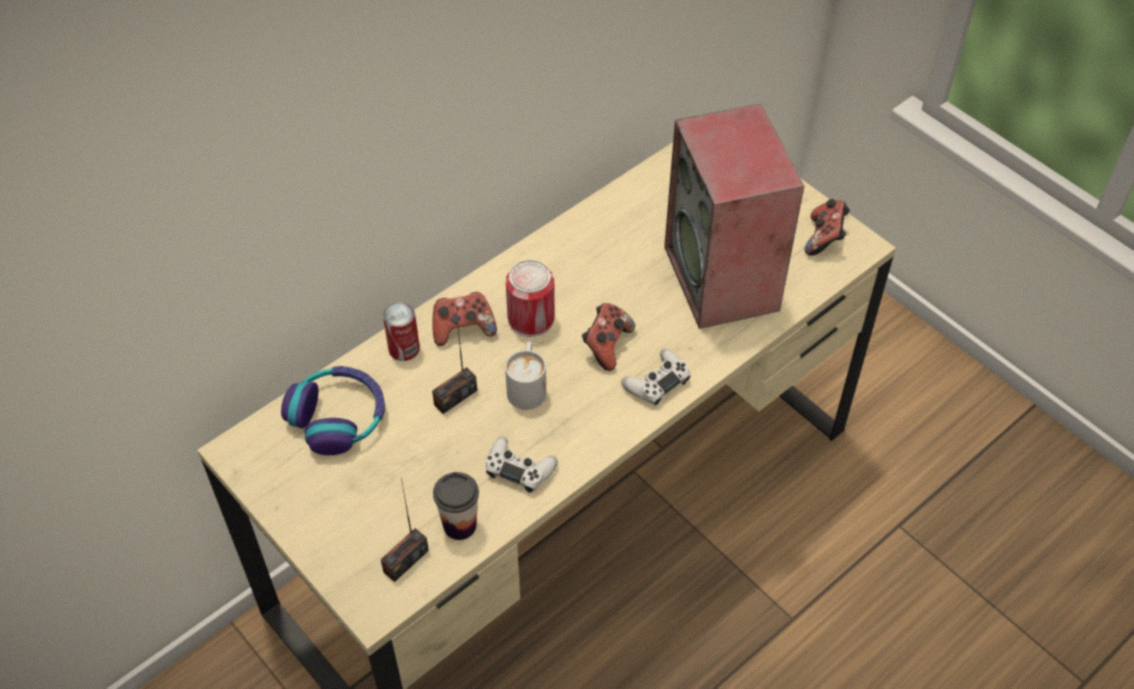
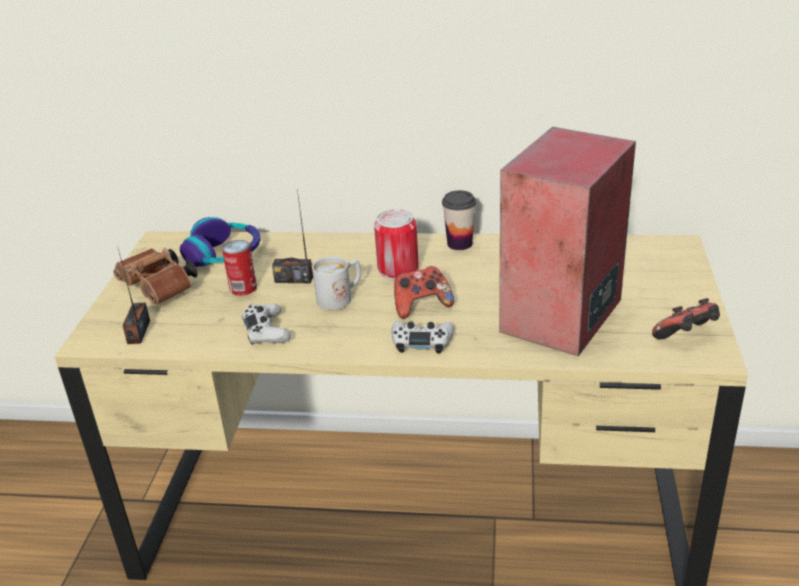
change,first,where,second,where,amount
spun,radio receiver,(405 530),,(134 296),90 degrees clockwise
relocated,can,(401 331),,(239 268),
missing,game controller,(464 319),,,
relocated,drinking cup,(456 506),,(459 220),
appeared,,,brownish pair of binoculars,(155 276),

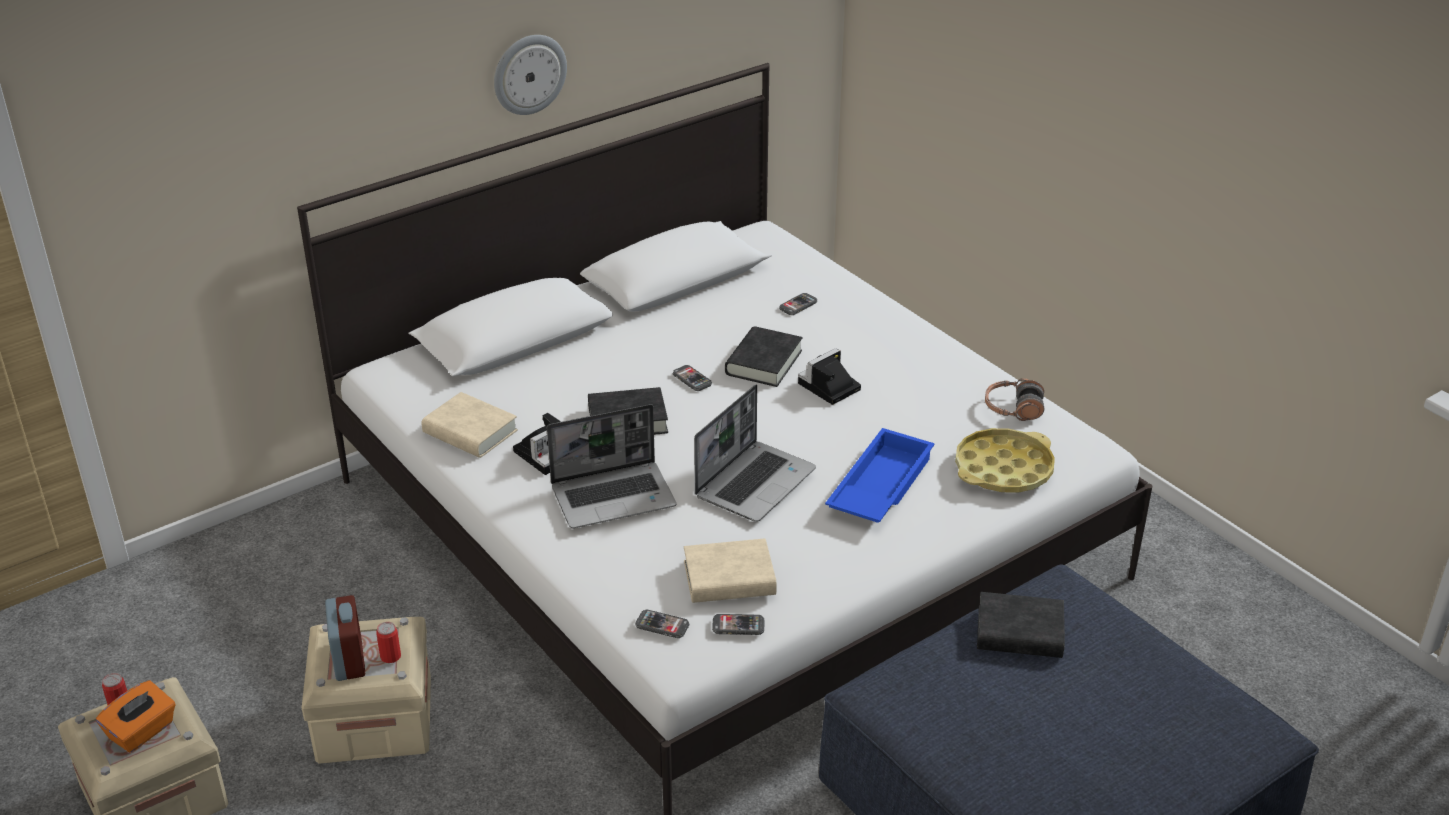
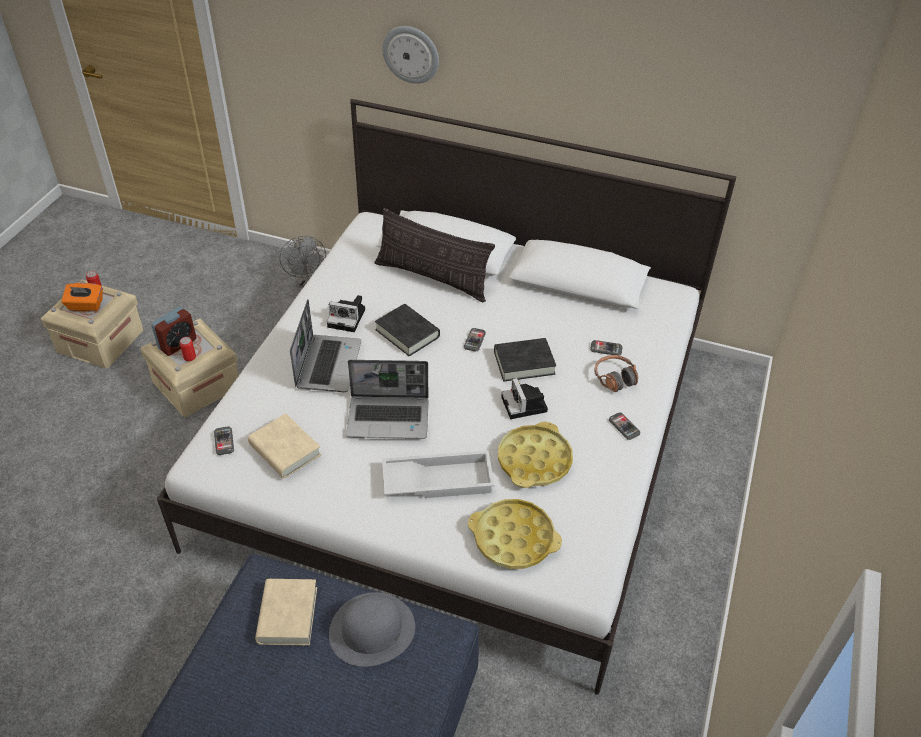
change,first,where,second,where,amount
relocated,beige volume,(469 425),,(286 612),
relocated,clock on the wall,(530 75),,(410 55),
spun,notebook computer,(612 466),,(326 345),120 degrees counterclockwise
relocated,telephone,(738 624),,(624 426),
spun,photo camera,(829 377),,(524 398),120 degrees counterclockwise
colour,blue serving tray,(880 475),whitish serving tray,(438 474),
exchanged,black-coloured volume,(1021 625),gray hat,(372 629),
relocated,headset,(1014 399),,(616 373),
appeared,,,gray fan,(302 262),
appeared,,,throw pillow,(435 255),
appeared,,,yellowish serving tray,(535 455),

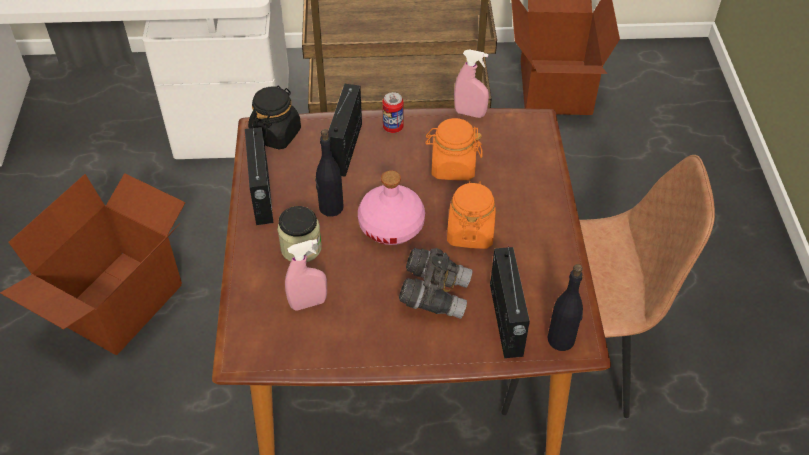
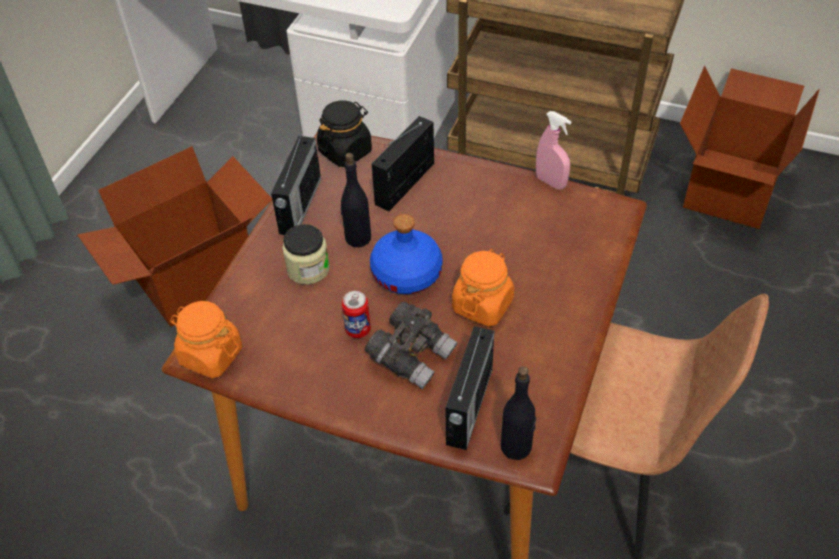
change,first,where,second,where,amount
missing,pinkish sprayer,(306 275),,,
colour,pinkish drink bottle,(391 207),blue drink bottle,(406 254),
relocated,can,(393 112),,(356 314),
relocated,orange jar,(453 149),,(206 339),

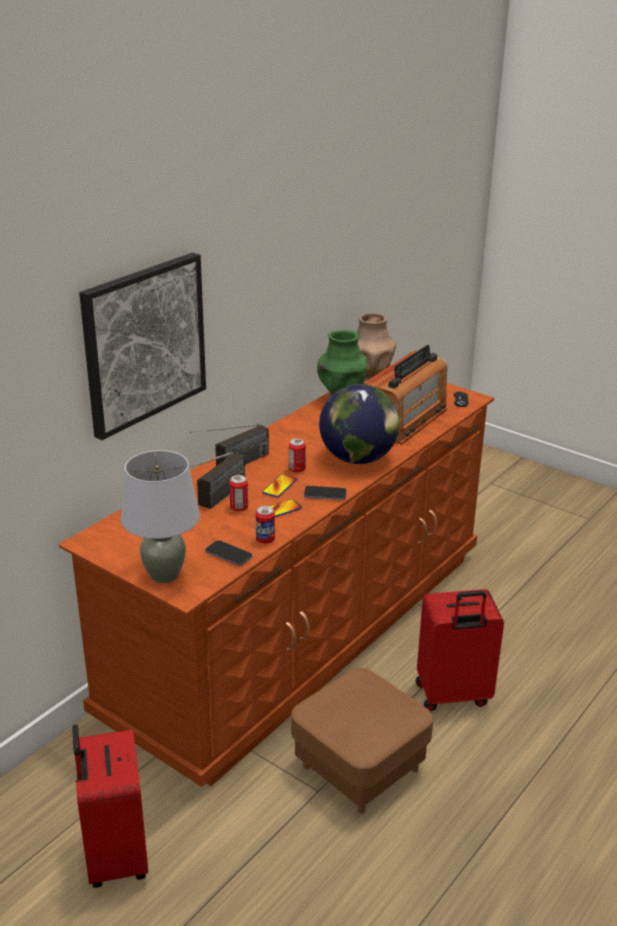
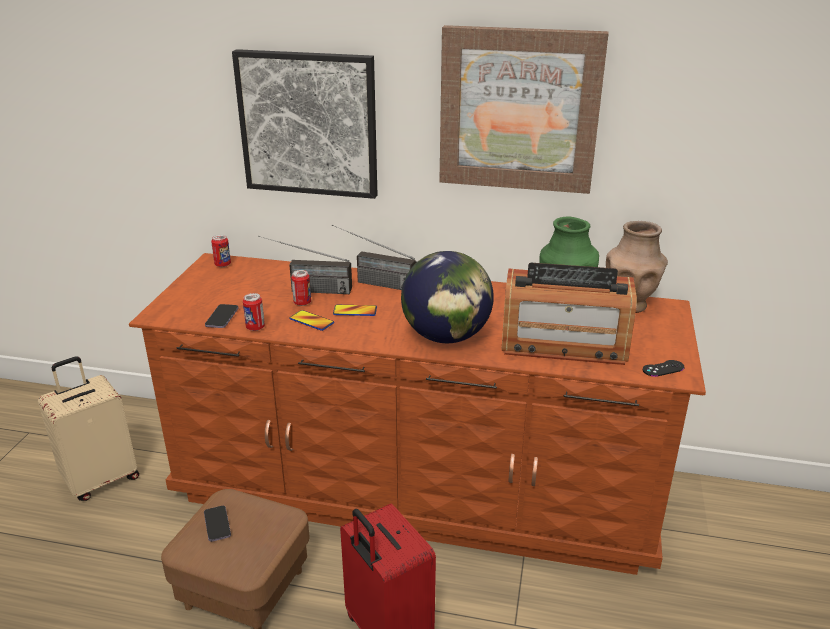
change,first,where,second,where,amount
colour,red-coloured piece of luggage,(110 806),beige piece of luggage,(88 428),
missing,gray table lamp,(160 516),,,
relocated,can,(297 455),,(221 250),
relocated,telephone,(325 493),,(217 524),
appeared,,,picture,(524 109),

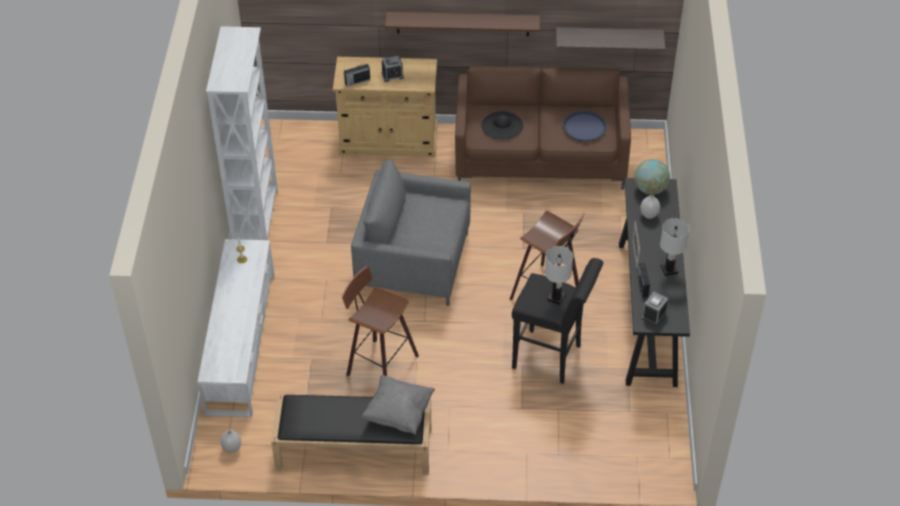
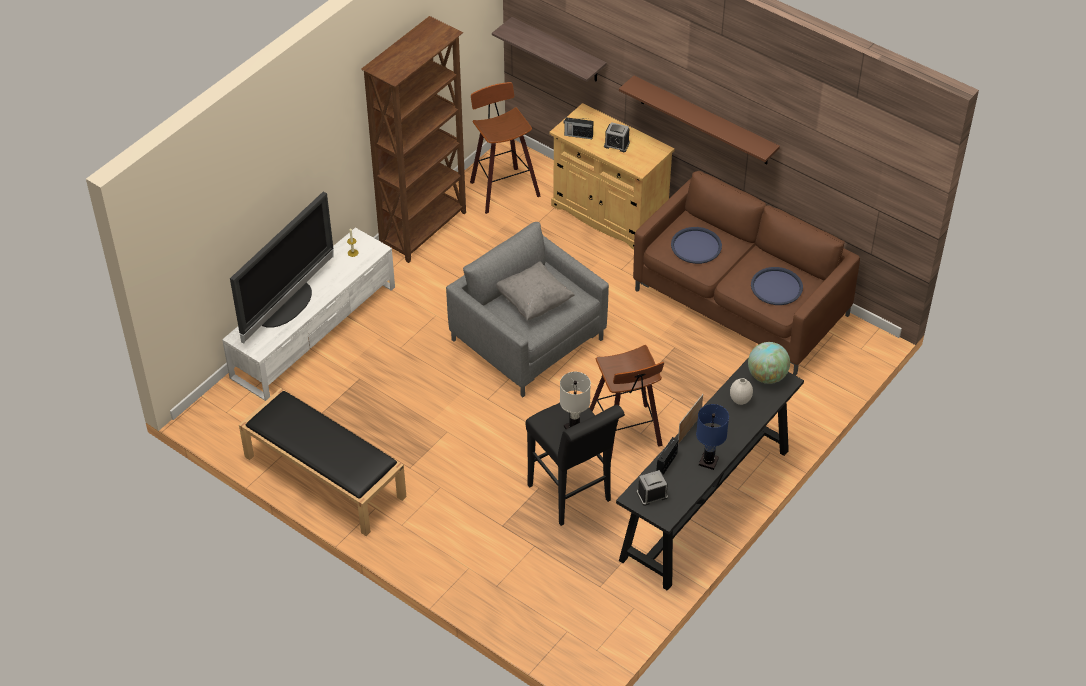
change,first,where,second,where,amount
colour,whitish bookshelf,(242 133),brownish bookshelf,(413 139),
missing,whitish decorative vase,(230 441),,,
relocated,stool seat,(380 321),,(505 148),
relocated,gray throw pillow,(398 405),,(535 291),
exchanged,black-coloured hat,(502 125),blue serving tray,(696 245),
relocated,wall shelf,(610 39),,(549 49),
colour,whitish table lamp,(675 247),blue table lamp,(712 437),
appeared,,,TV,(282 268),

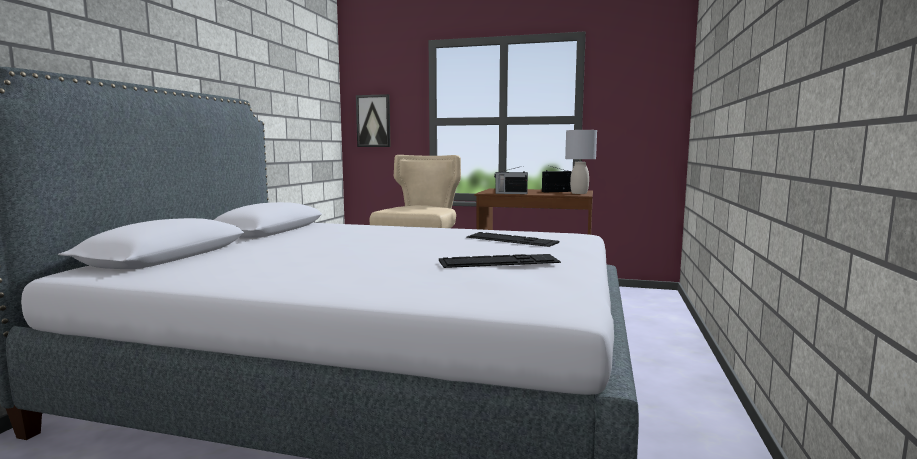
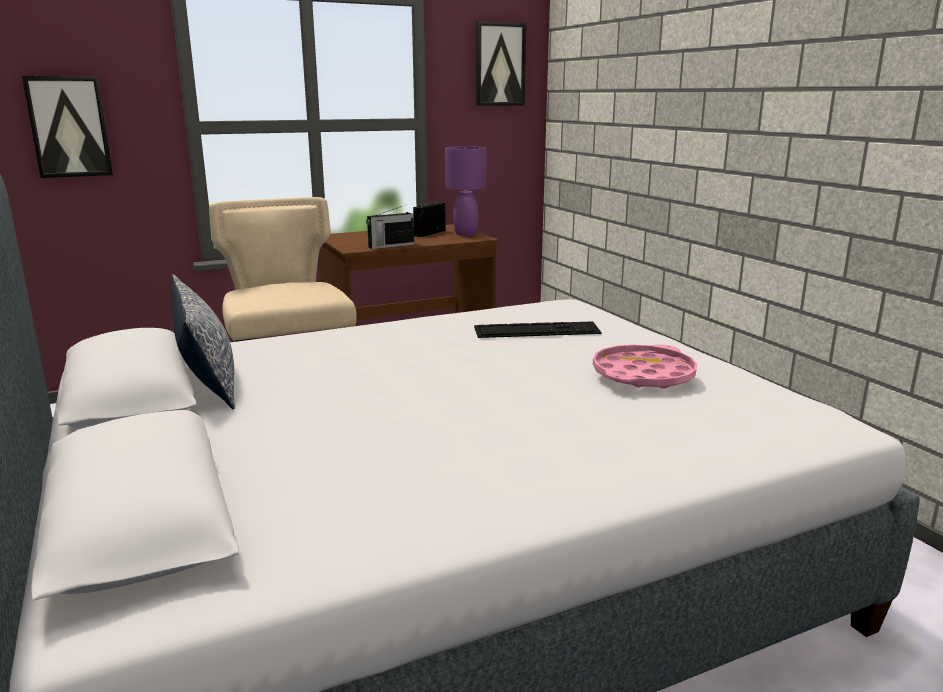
change,first,where,second,where,amount
exchanged,PC keyboard,(500 261),pinkish serving tray,(645 366),
colour,gray table lamp,(581 162),purplish table lamp,(465 191),
appeared,,,throw pillow,(203 341),
appeared,,,picture,(501 63),

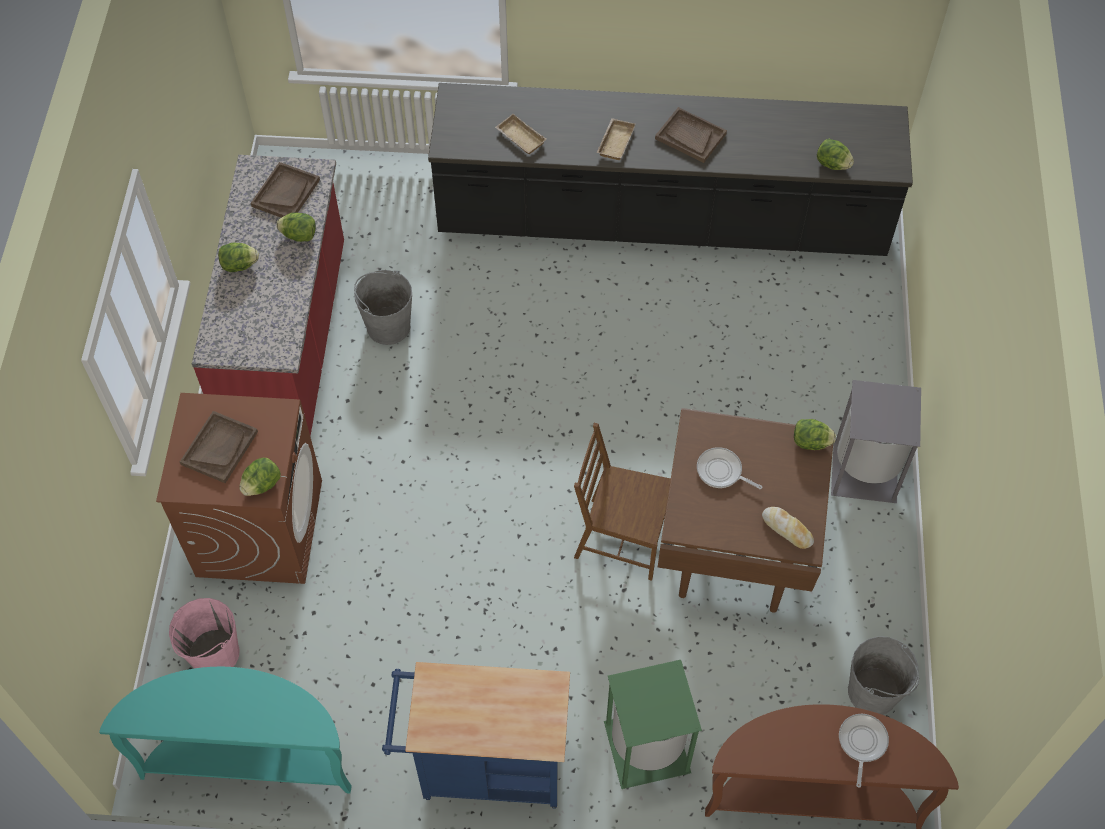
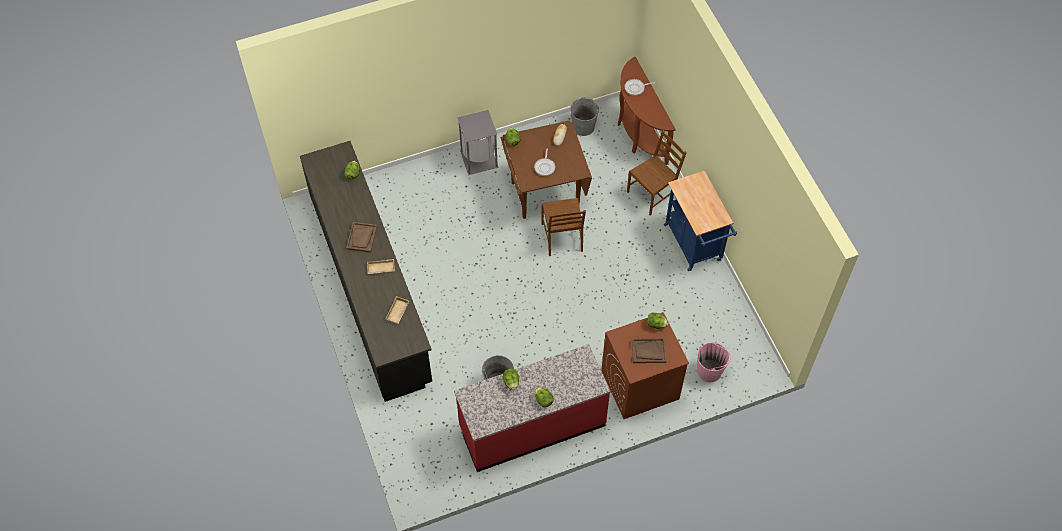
change,first,where,second,where,amount
missing,blue-green narrow table,(225 730),,,
missing,brownish serving tray,(285 190),,,
exchanged,green-coloured rubbish bin,(653 724),brownish upright chair,(657 173),

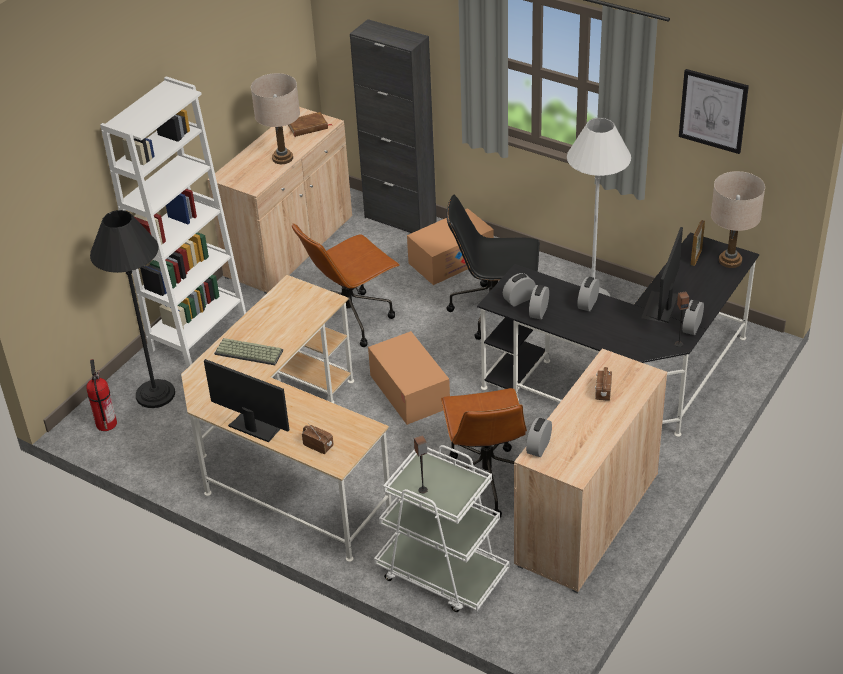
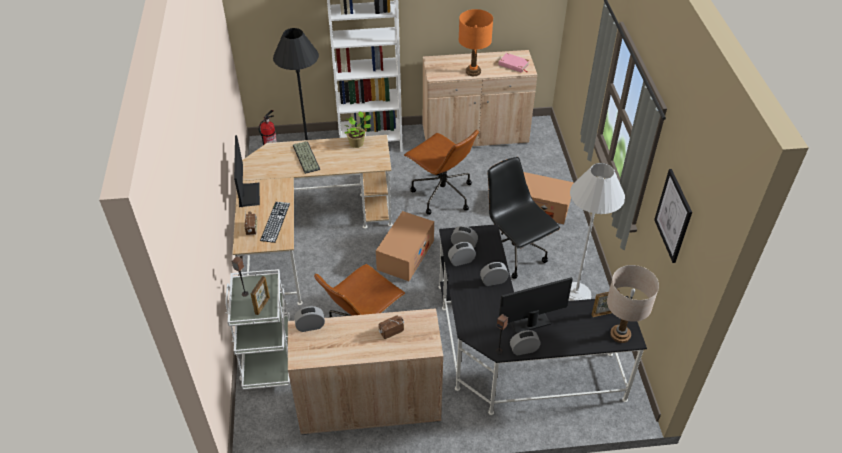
change,first,where,second,where,amount
colour,beige table lamp,(275 118),orange table lamp,(475 42),
colour,brownish volume,(310 124),pinkish volume,(514 63),
spun,brownish computer chair,(346 285),,(441 172),150 degrees counterclockwise
missing,black-coloured cupboard,(393 126),,,
appeared,,,photo frame,(260 295),
appeared,,,PC keyboard,(275 222),
appeared,,,plant in a pot,(357 129),

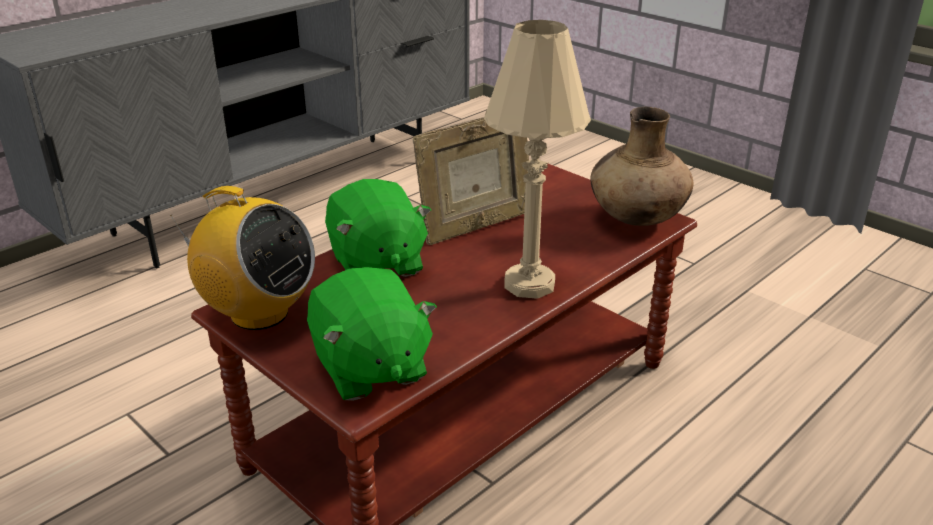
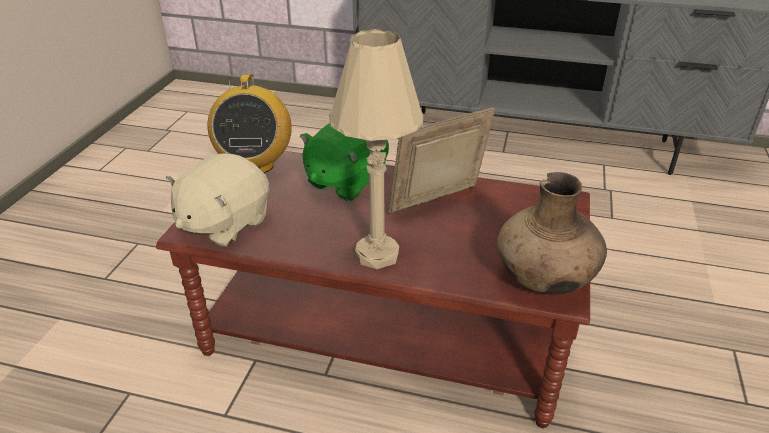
change,first,where,second,where,amount
colour,green-coloured soft toy,(372 334),beige soft toy,(217 200),
spun,photo frame,(471 181),,(441 160),120 degrees clockwise

